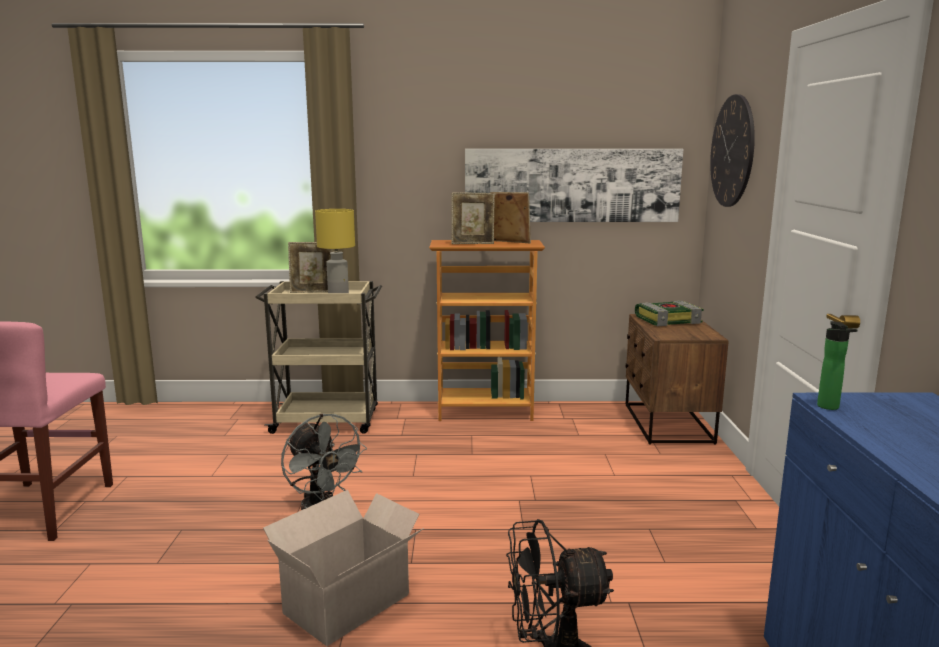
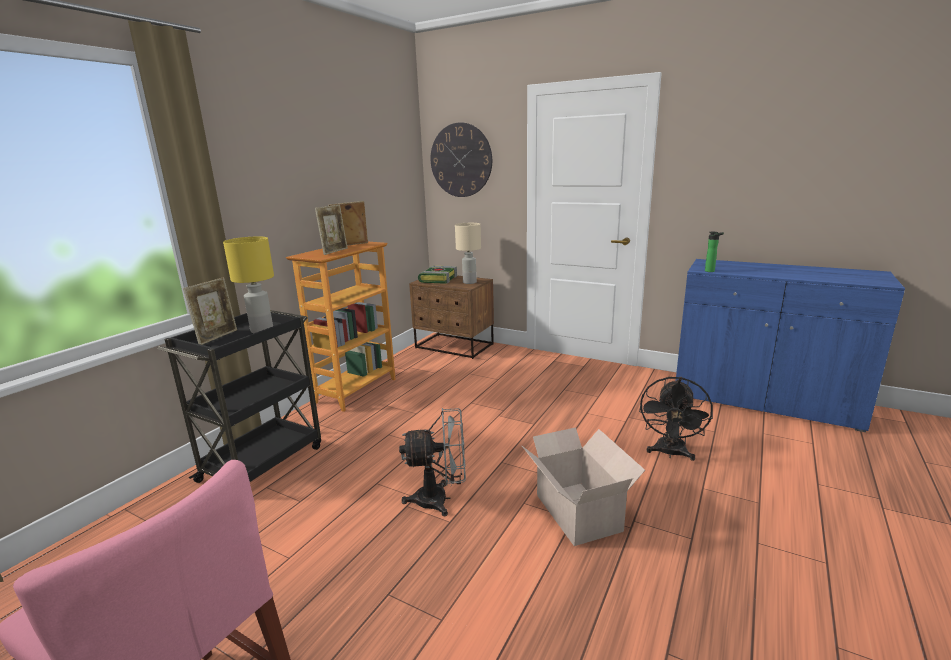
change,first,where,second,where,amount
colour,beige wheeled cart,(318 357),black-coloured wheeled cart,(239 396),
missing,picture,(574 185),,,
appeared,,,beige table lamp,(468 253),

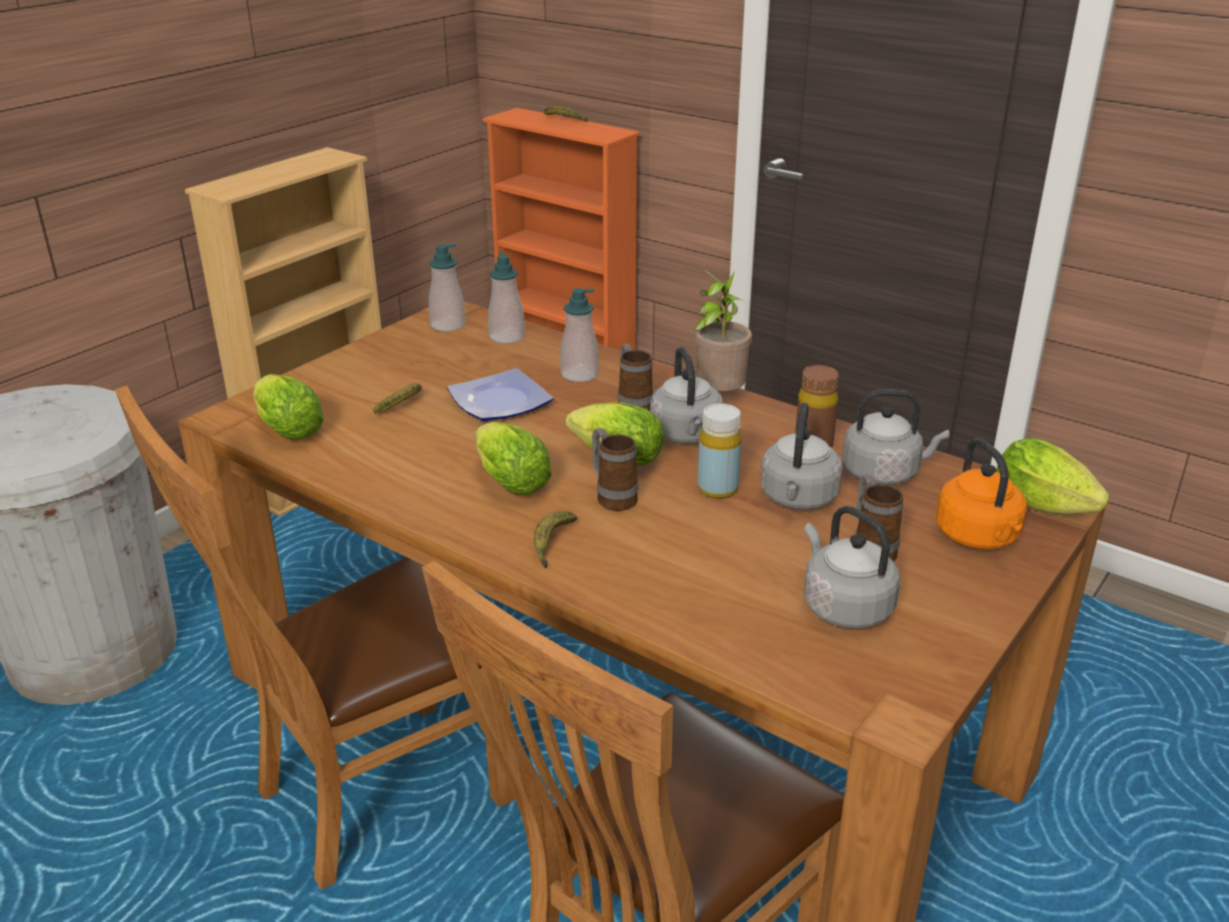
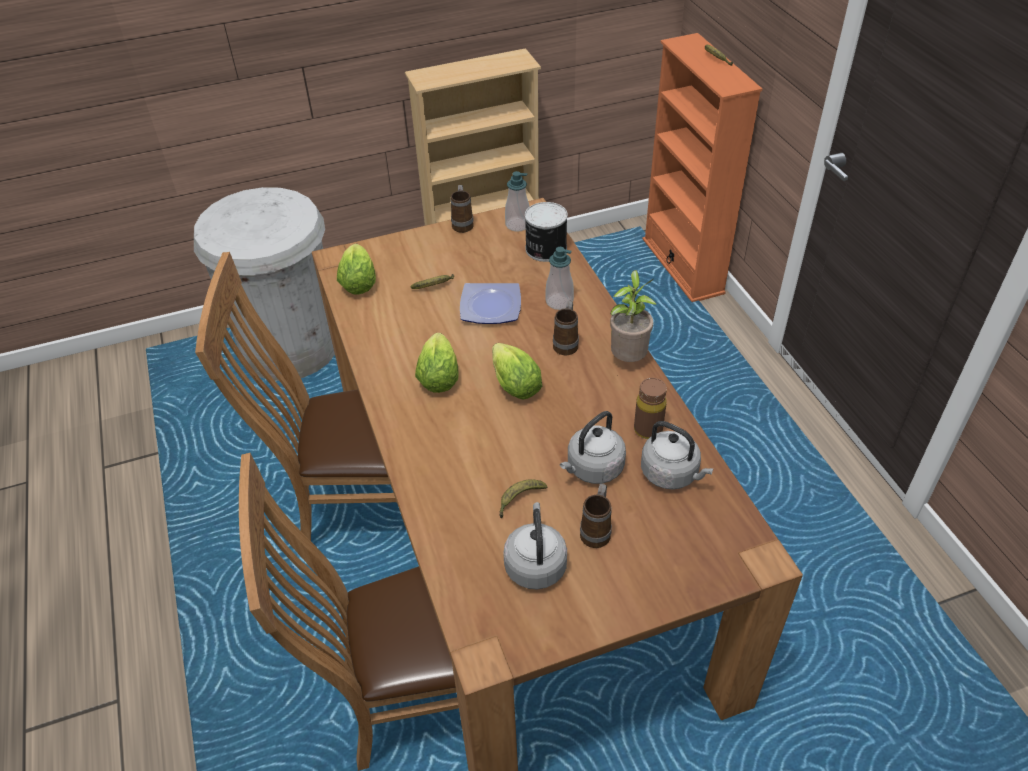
change,first,where,second,where,amount
exchanged,liquid soap bottle,(506 298),can,(546 232),
relocated,whole banana,(555 539),,(523 498),
relocated,tea mug,(615 469),,(462 209),
missing,gray kettle,(686 395),,,
missing,yellowish drink bottle,(719 451),,,
missing,orange kettle,(981 494),,,
missing,lettuce head,(1052 476),,,

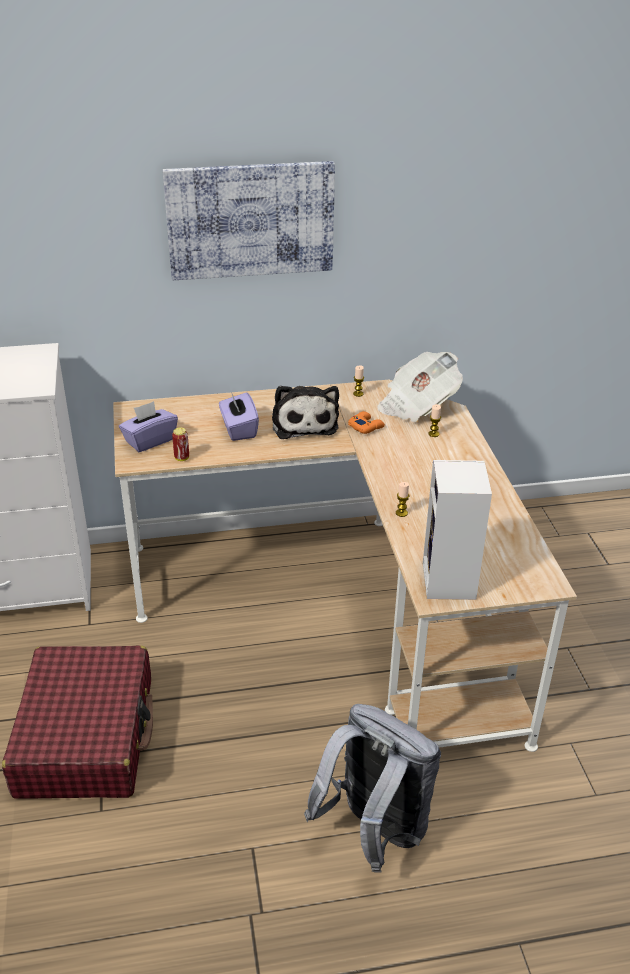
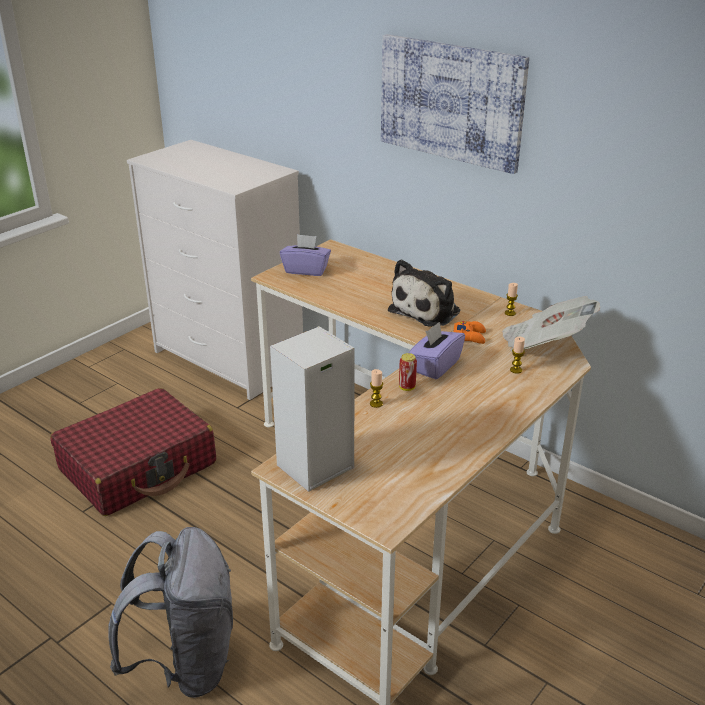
change,first,where,second,where,amount
relocated,can,(180 444),,(408 372),
relocated,purplish box of tissues,(239 416),,(437 350),

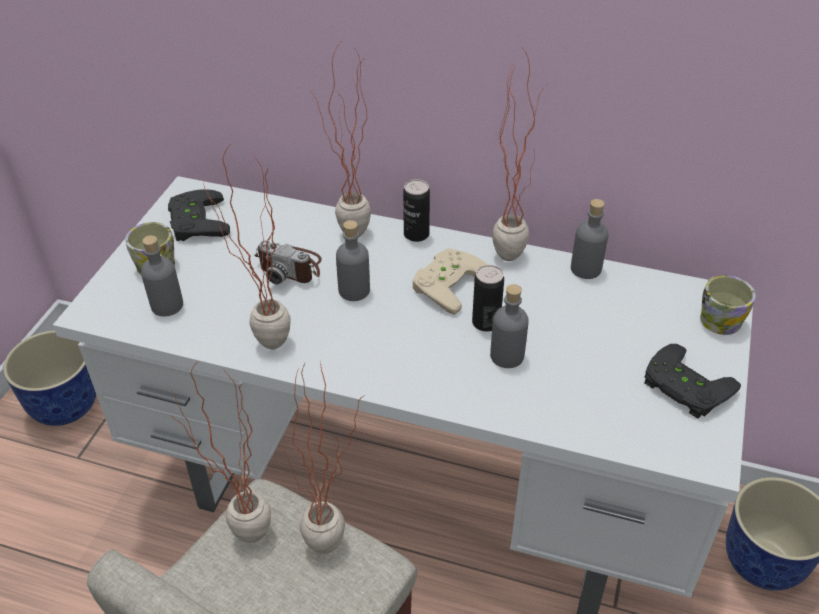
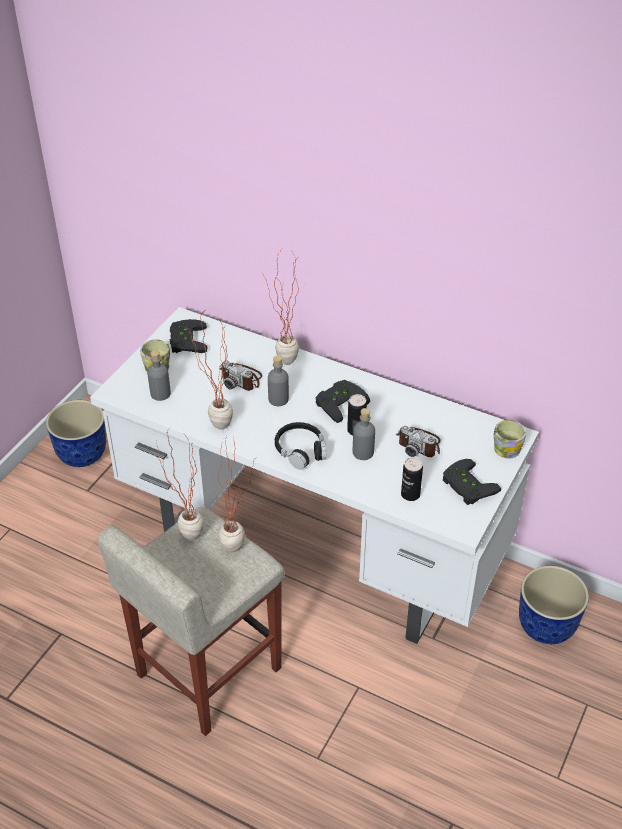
change,first,where,second,where,amount
relocated,can,(416 210),,(412 479),
colour,beige game controller,(450 281),black-coloured game controller,(342 401),
missing,plant in a pot,(519 155),,,
missing,gray drink bottle,(589 239),,,
appeared,,,black-coloured headset,(300 446),
appeared,,,photo camera,(418 441),

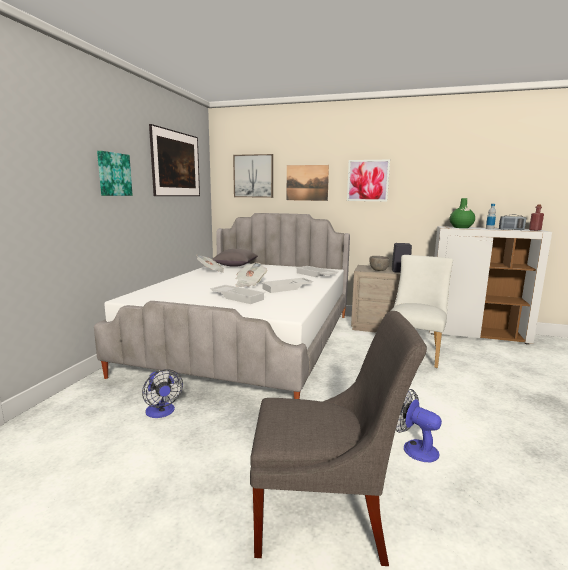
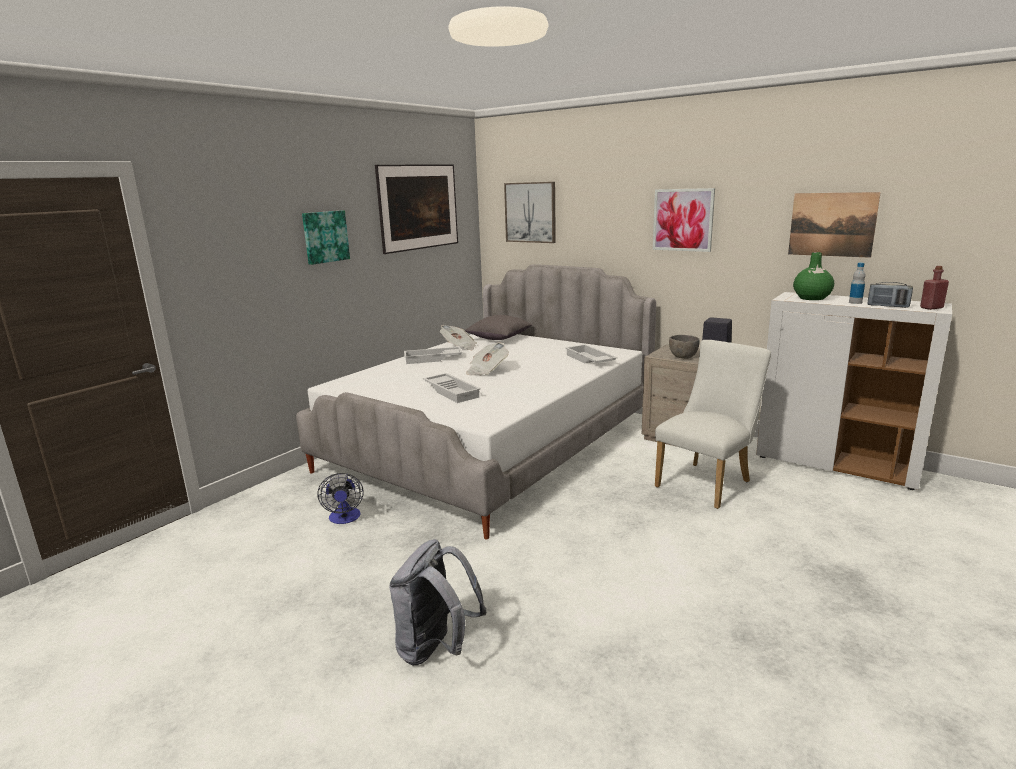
change,first,where,second,where,amount
exchanged,gray upright chair,(338 438),gray rucksack,(438 602),
relocated,whitish serving tray,(287 285),,(433 355),
relocated,picture,(307 183),,(834 225),
missing,fan,(419 425),,,

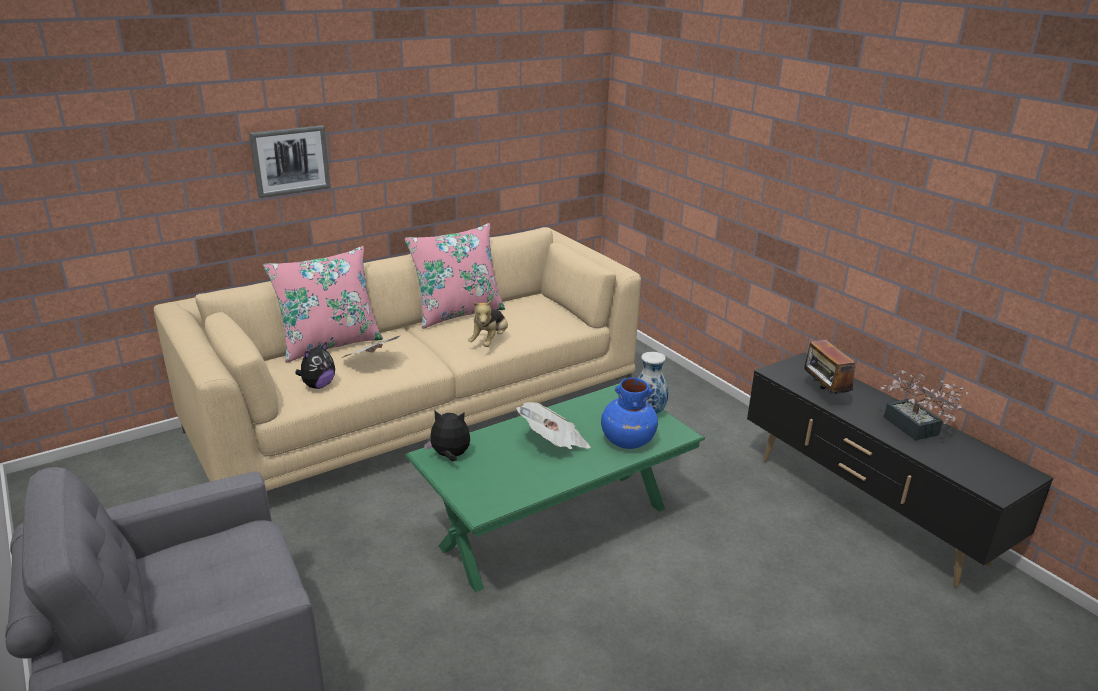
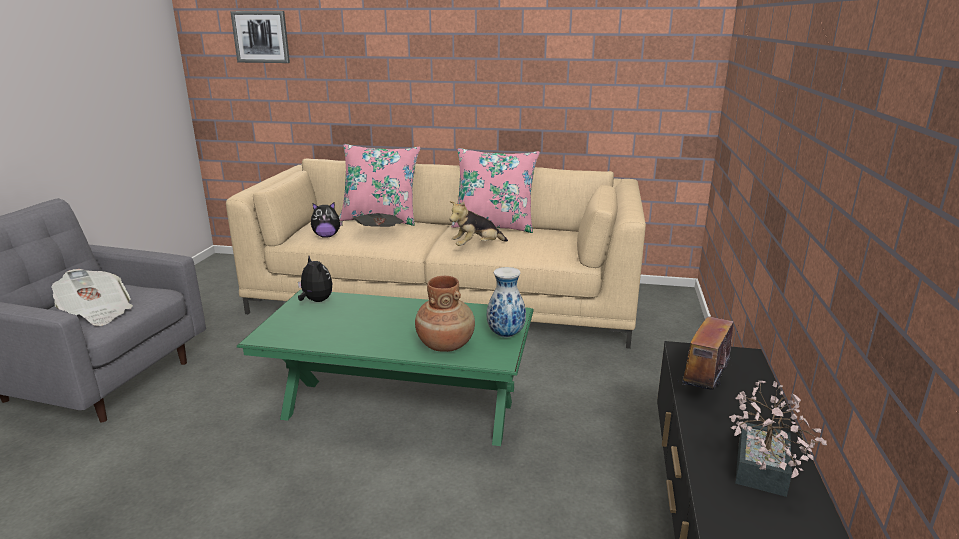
change,first,where,second,where,amount
relocated,picture,(290 161),,(260 37),
relocated,daily paper,(553 425),,(92 297),
colour,blue decorative vase,(629 413),brownish decorative vase,(445 314),

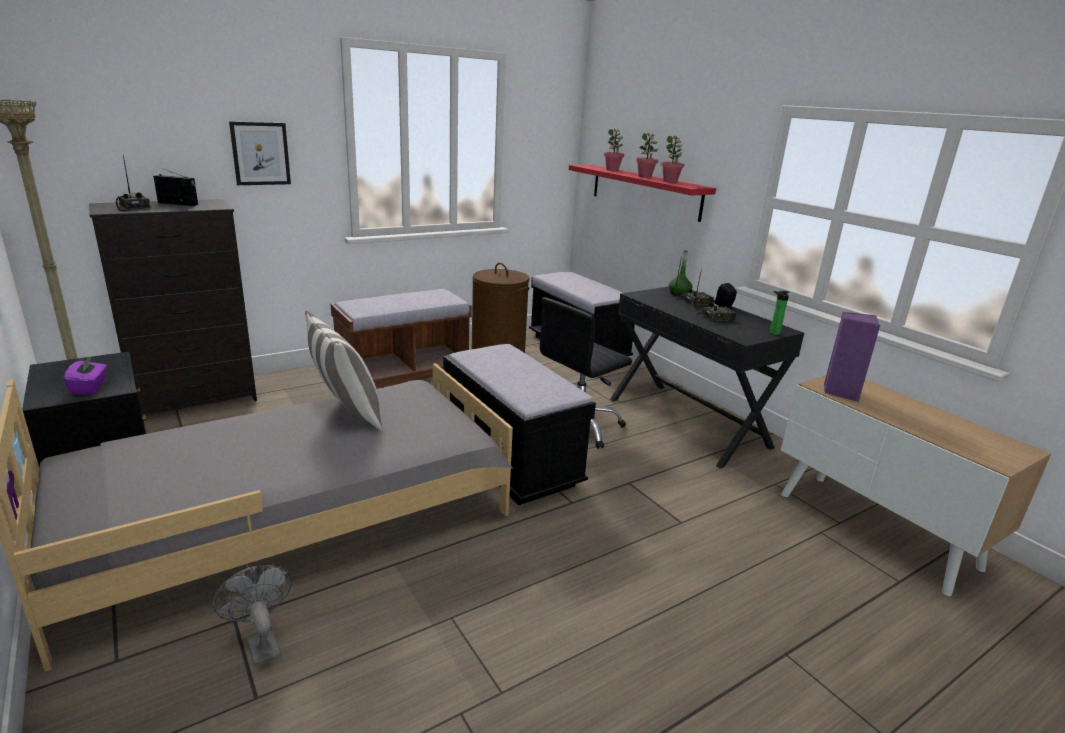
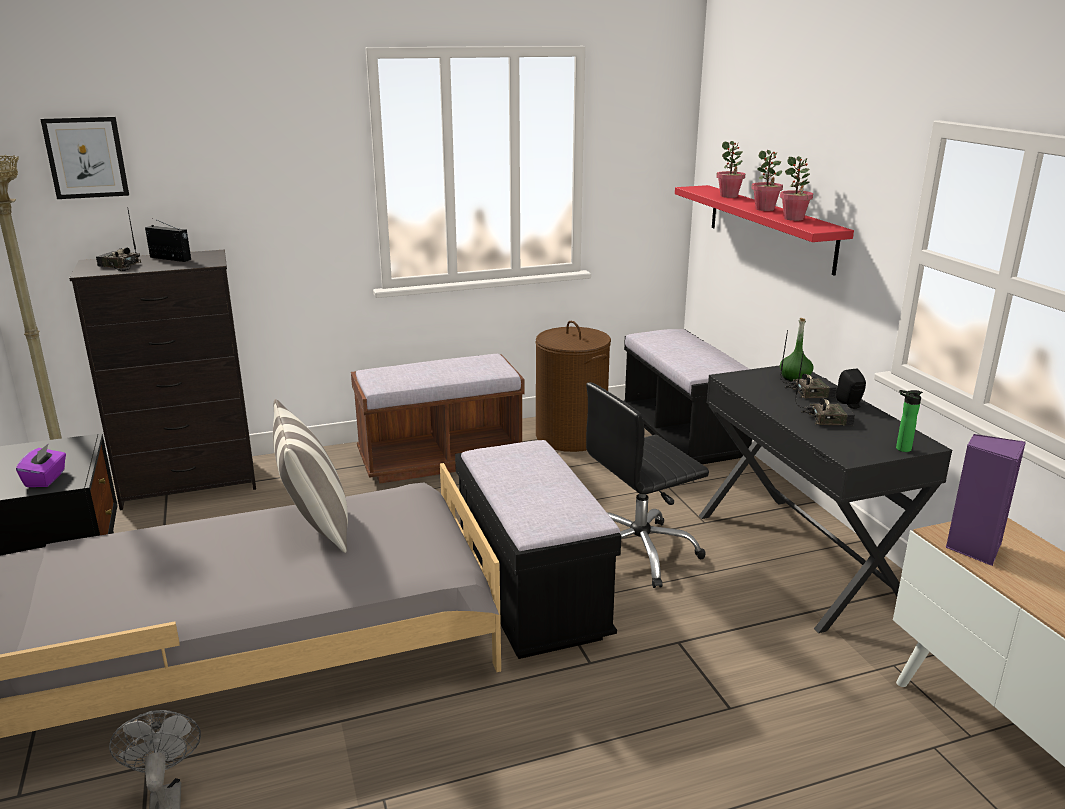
change,first,where,second,where,amount
spun,radio receiver,(133 182),,(118 239),45 degrees counterclockwise
relocated,picture,(260 153),,(84 158),

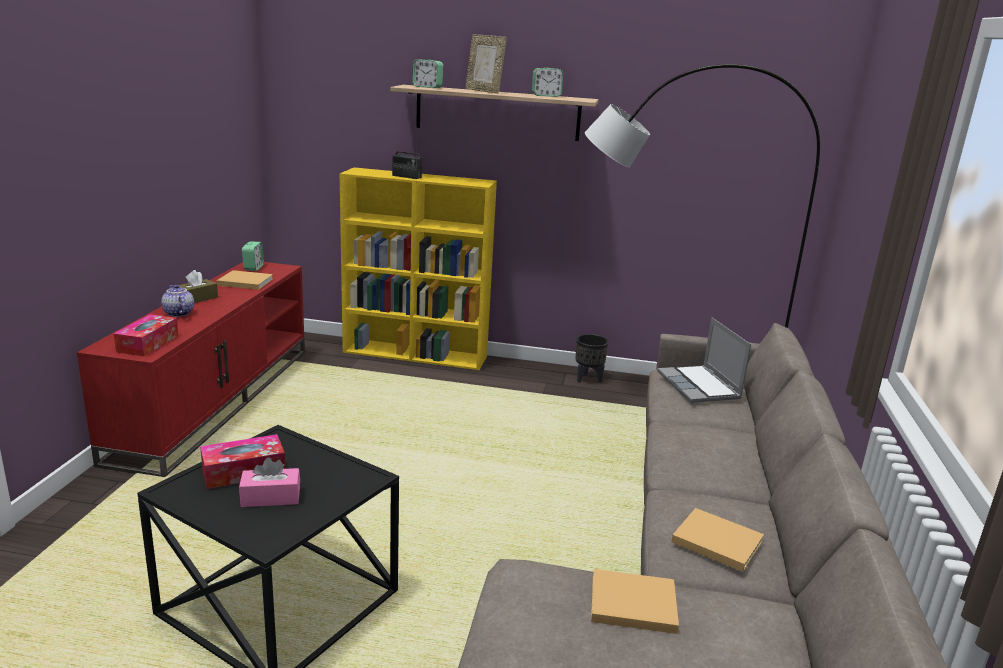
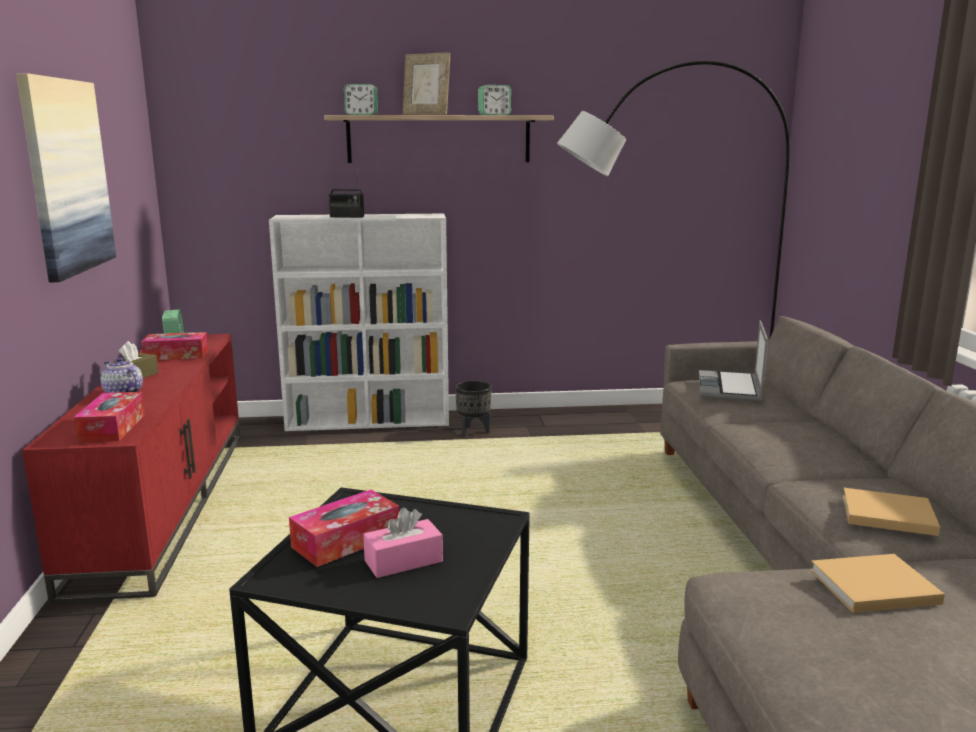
change,first,where,second,where,amount
exchanged,beige volume,(245 280),box of tissues,(174 346),
colour,yellowish bookshelf,(418 268),whitish bookshelf,(359 322),
relocated,black-coloured flower pot,(592 358),,(473 409),
spun,notebook computer,(704 360),,(733 360),45 degrees clockwise
appeared,,,picture,(66 177),

